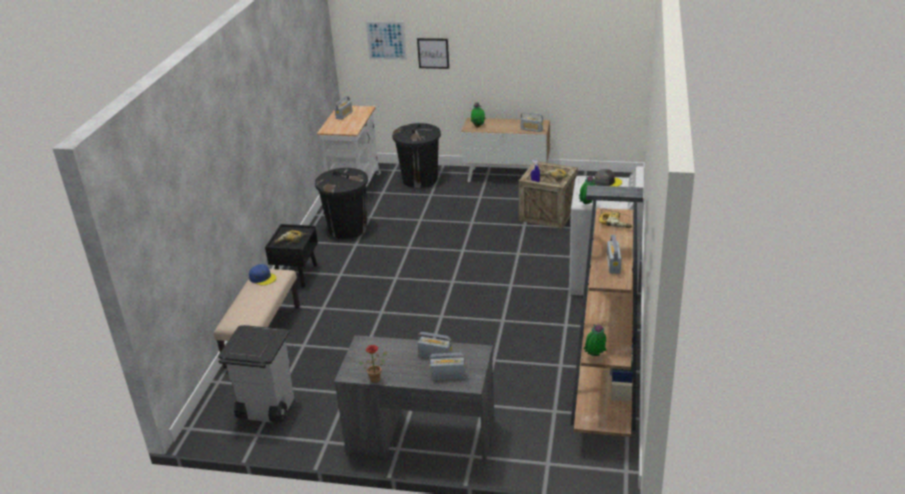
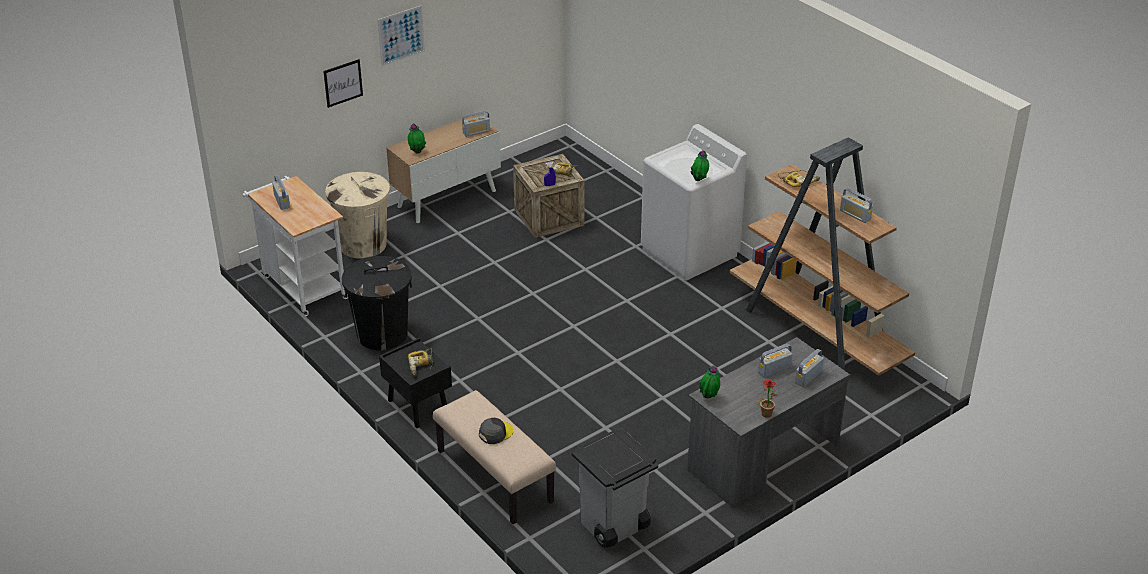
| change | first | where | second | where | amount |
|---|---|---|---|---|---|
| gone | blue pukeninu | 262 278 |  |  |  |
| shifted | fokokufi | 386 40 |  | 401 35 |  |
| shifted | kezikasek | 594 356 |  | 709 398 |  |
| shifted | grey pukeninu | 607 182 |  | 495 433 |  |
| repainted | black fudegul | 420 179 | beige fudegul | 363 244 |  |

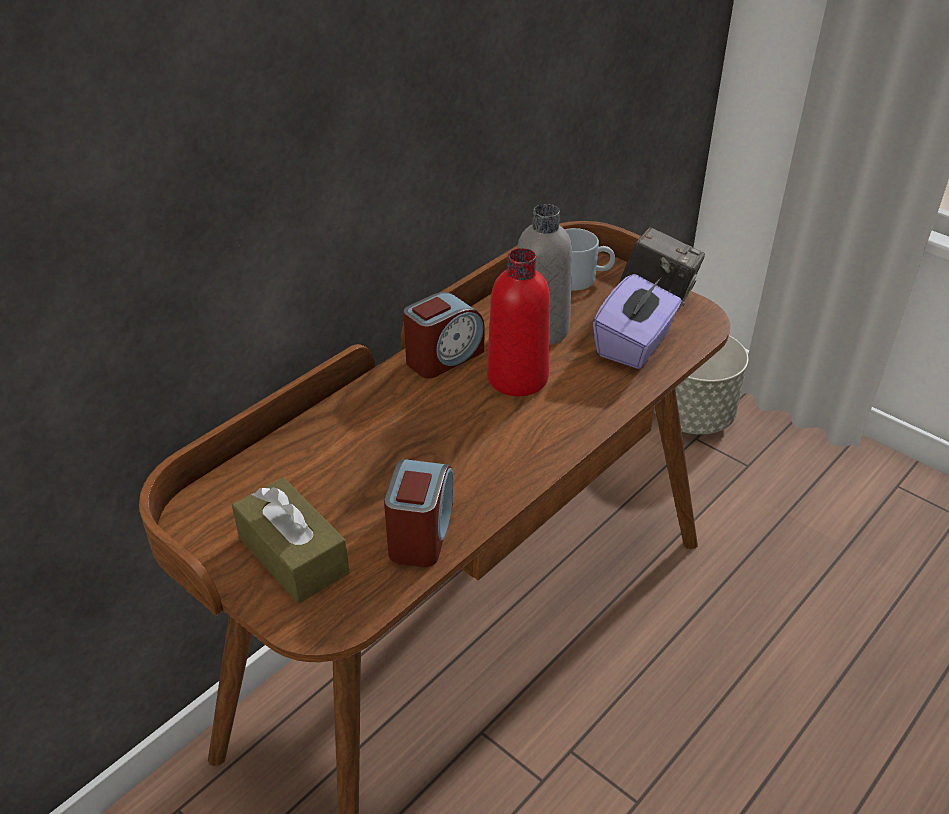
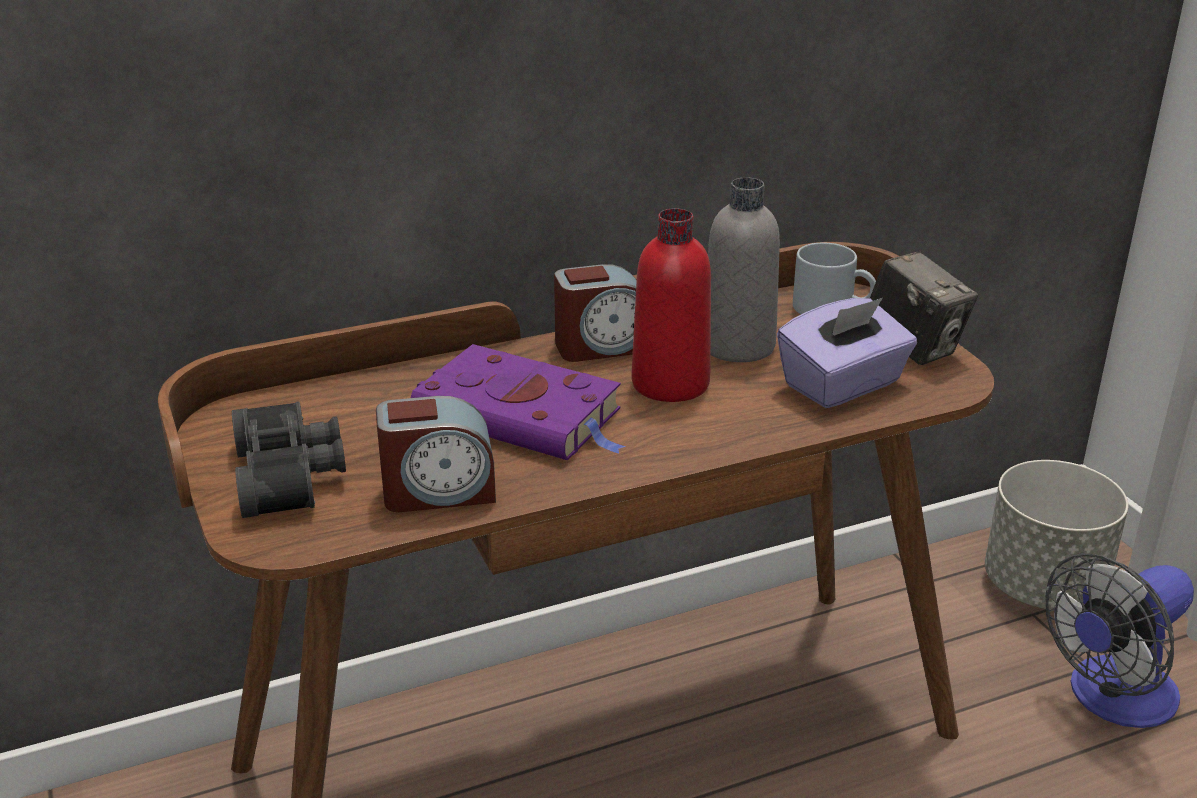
| change | first | where | second | where | amount |
|---|---|---|---|---|---|
| new |  |  | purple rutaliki | 523 415 |  |
| new |  |  | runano | 1111 699 |  |
| swapped | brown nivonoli | 293 555 | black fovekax | 292 475 |  |
| rotated | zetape | 421 532 |  | 438 492 | 45 degrees clockwise |

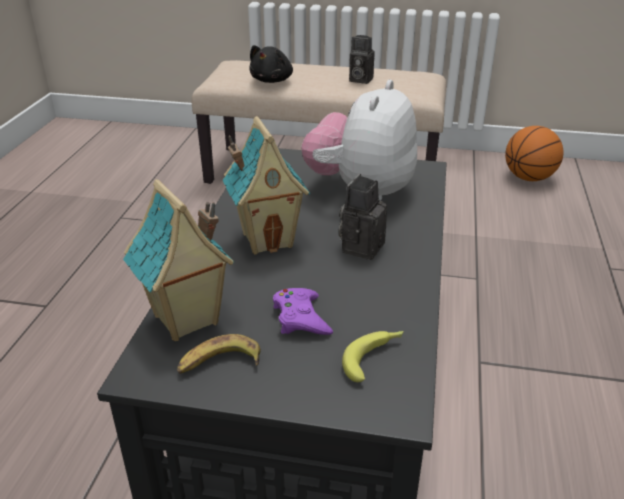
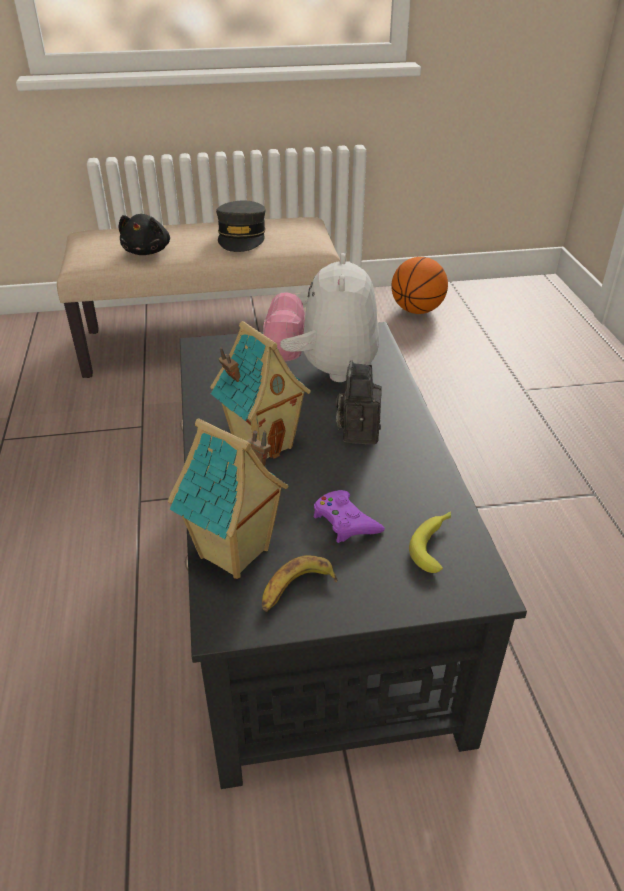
| change | first | where | second | where | amount |
|---|---|---|---|---|---|
| swapped | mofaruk | 359 80 | grey pukeninu | 241 237 |  |

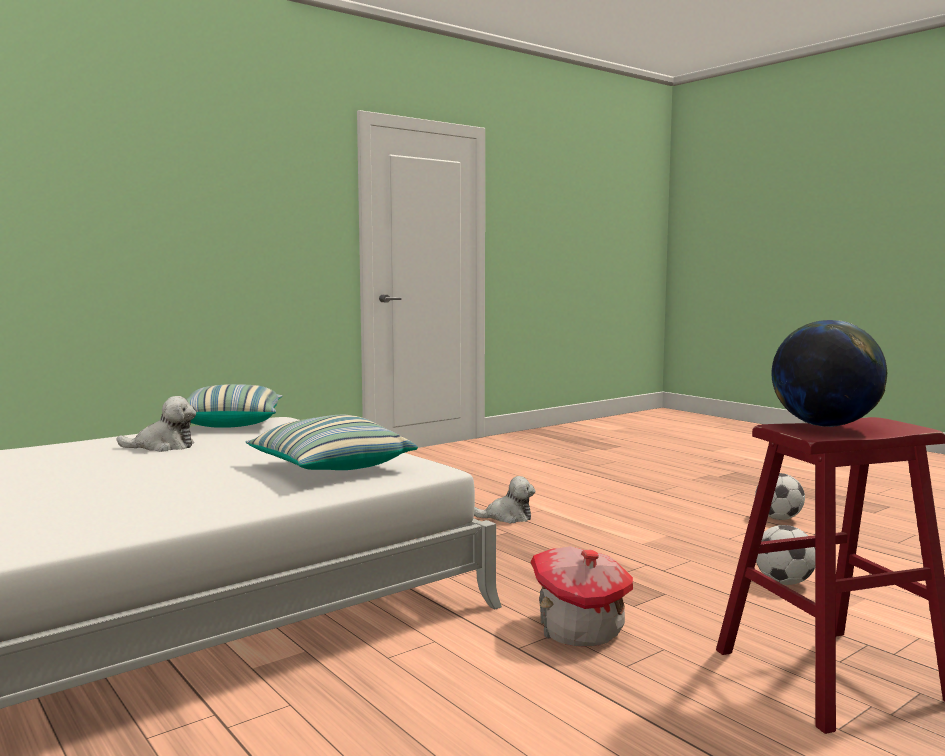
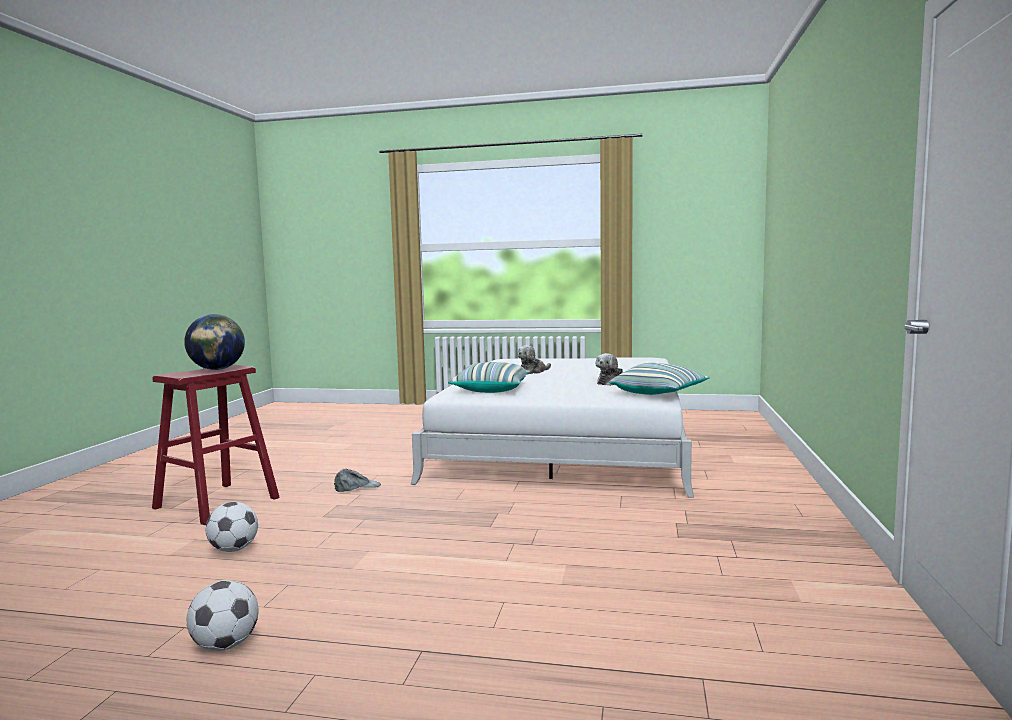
| change | first | where | second | where | amount |
|---|---|---|---|---|---|
| shifted | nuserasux | 507 517 |  | 533 372 |  |
| swapped | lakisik | 579 630 | grey pukeninu | 357 487 |  |

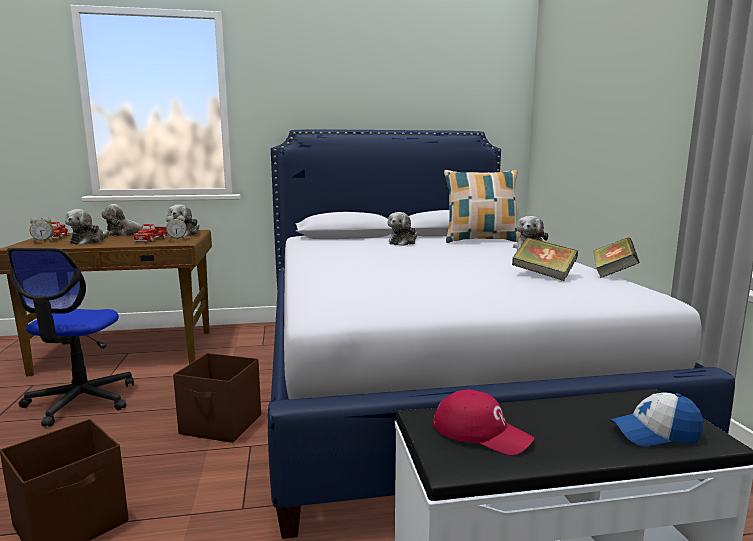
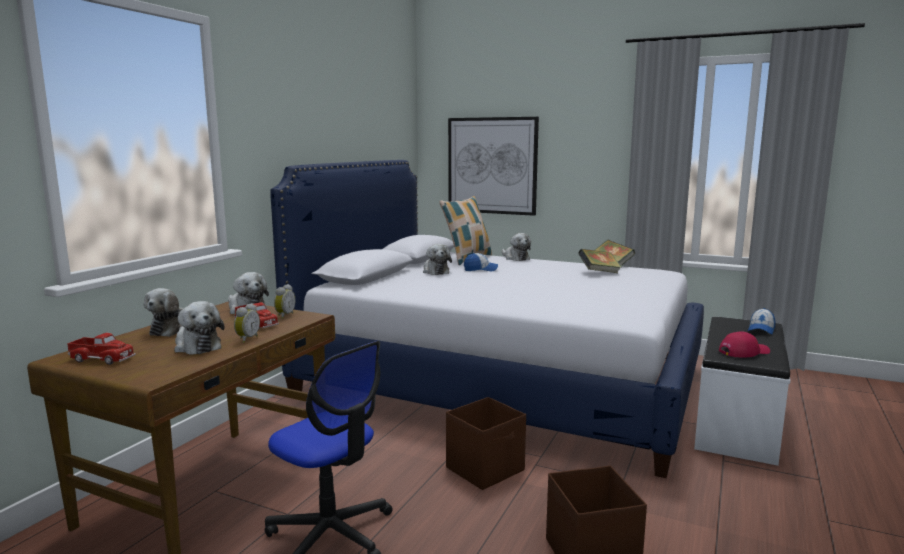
| change | first | where | second | where | amount |
|---|---|---|---|---|---|
| new |  |  | fokokufi | 492 166 |  |
| new |  |  | pukeninu | 480 269 |  |
| shifted | zetape | 44 242 |  | 246 339 |  |

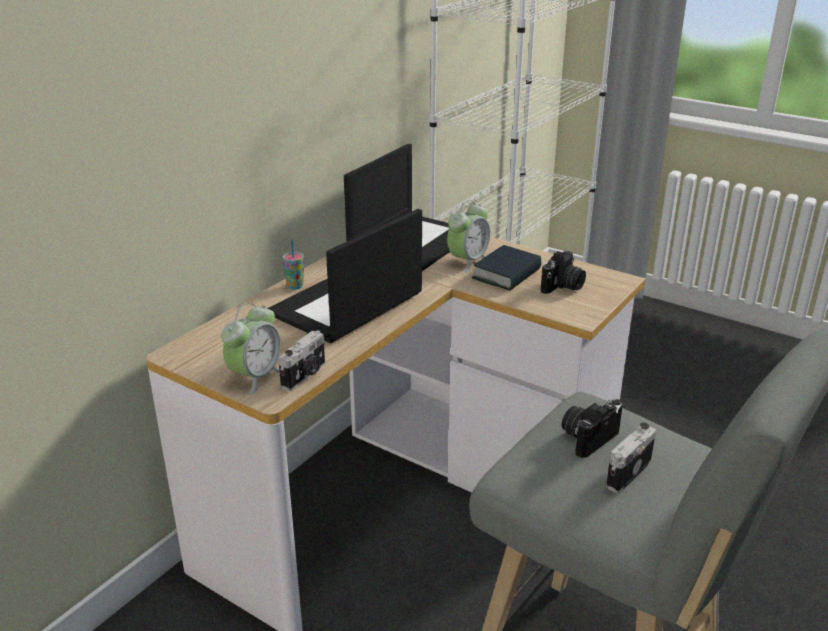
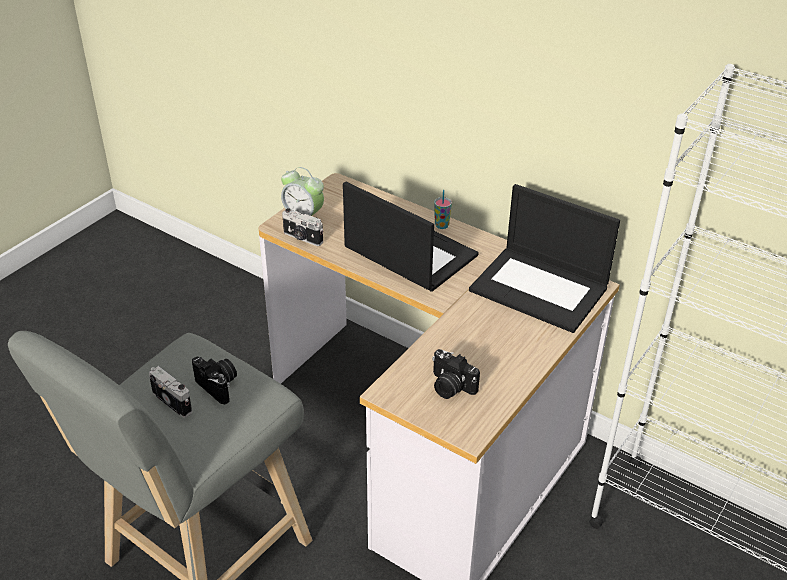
| change | first | where | second | where | amount |
|---|---|---|---|---|---|
| gone | zetape | 468 261 |  |  |  |
| gone | rutaliki | 507 274 |  |  |  |

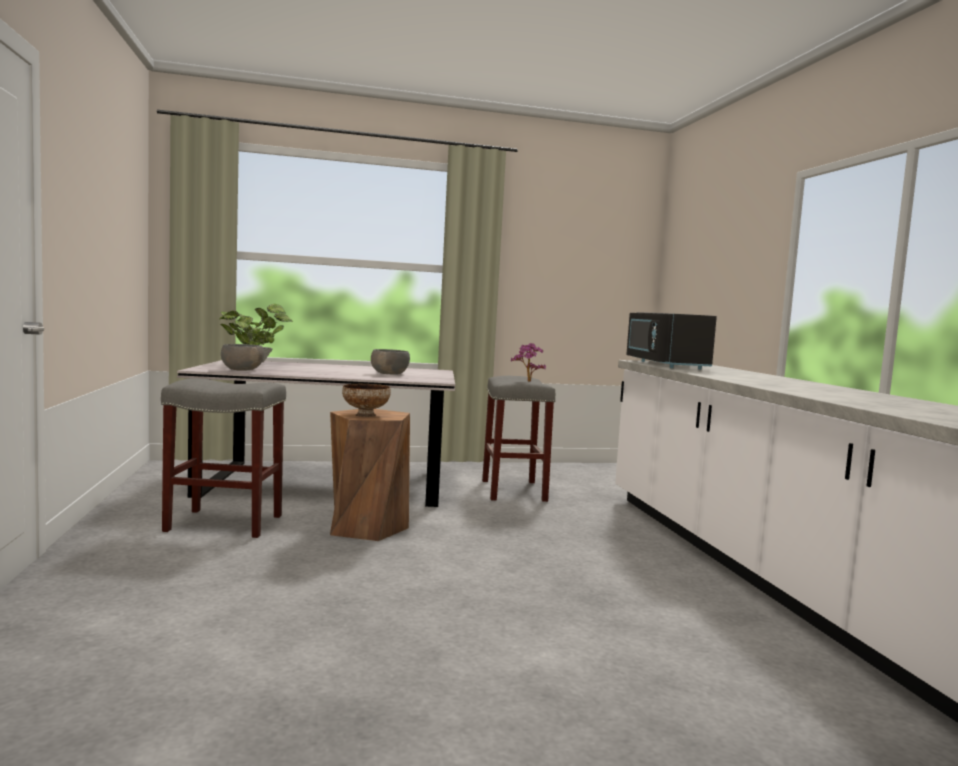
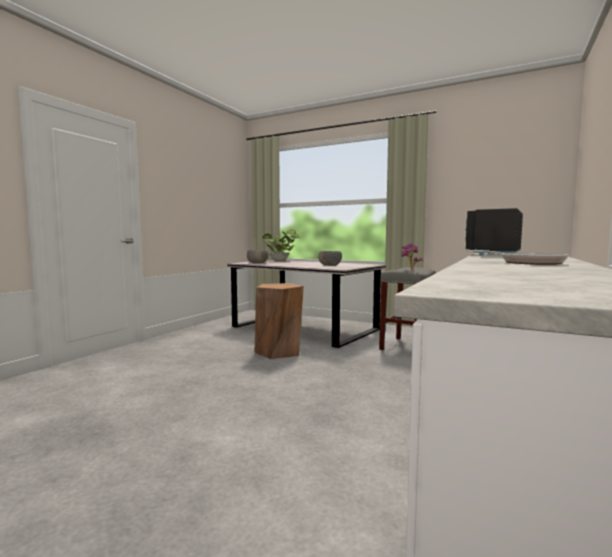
| change | first | where | second | where | amount |
|---|---|---|---|---|---|
| gone | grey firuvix | 222 523 |  |  |  |
| gone | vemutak | 366 415 |  |  |  |
| new |  |  | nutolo | 526 263 |  |

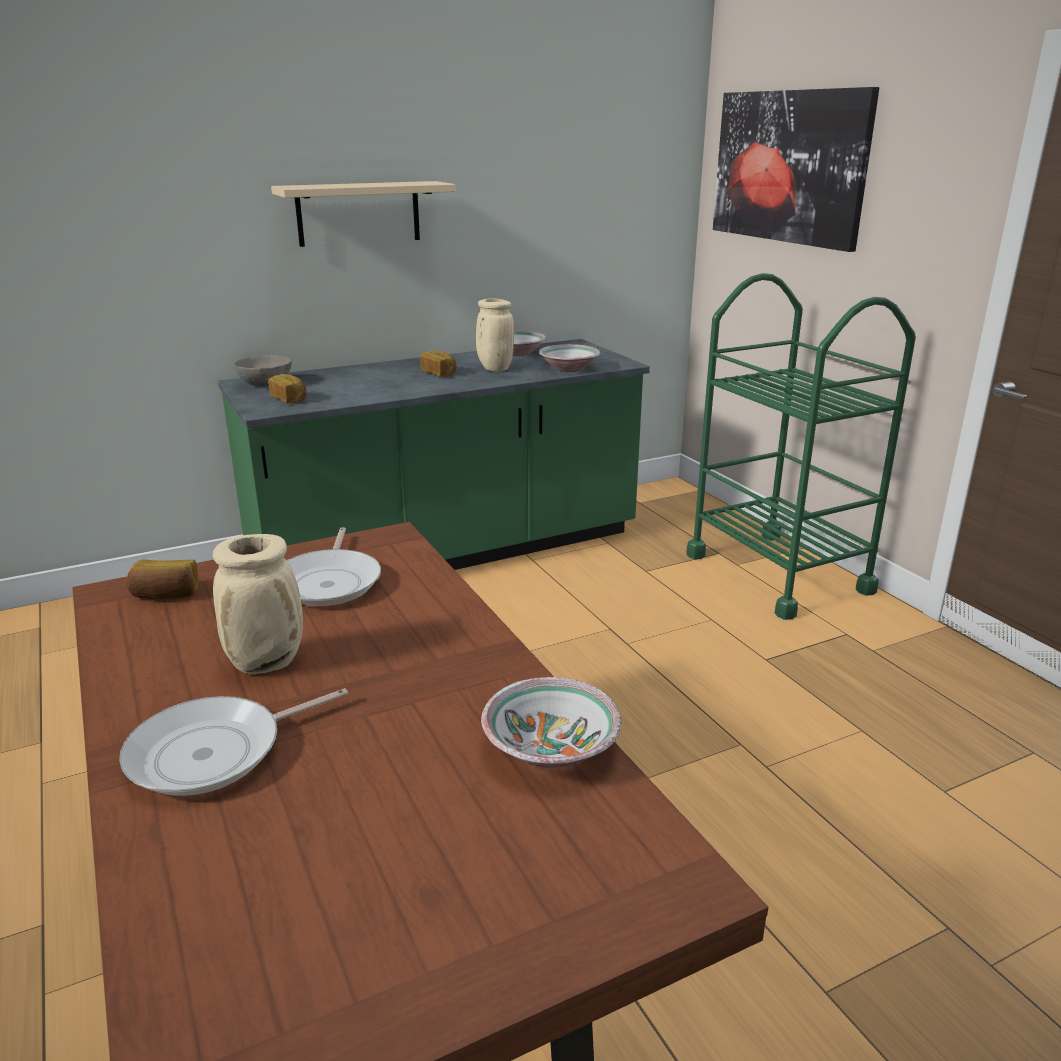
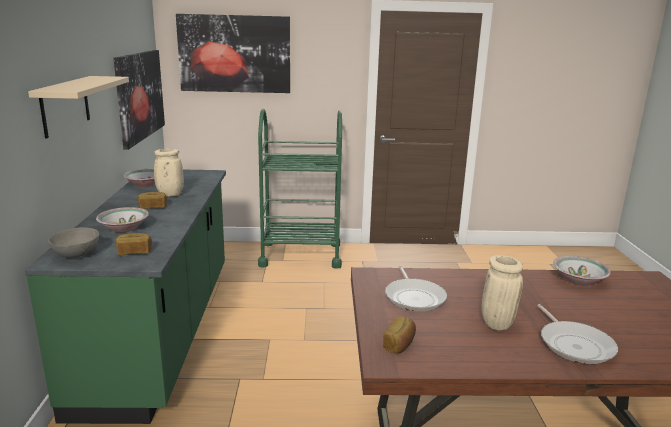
| change | first | where | second | where | amount |
|---|---|---|---|---|---|
| new |  |  | fokokufi | 139 95 |  |
| shifted | vemutak | 570 368 |  | 124 228 |  |
| rotated | nutolo | 329 582 |  | 414 297 | 60 degrees clockwise |

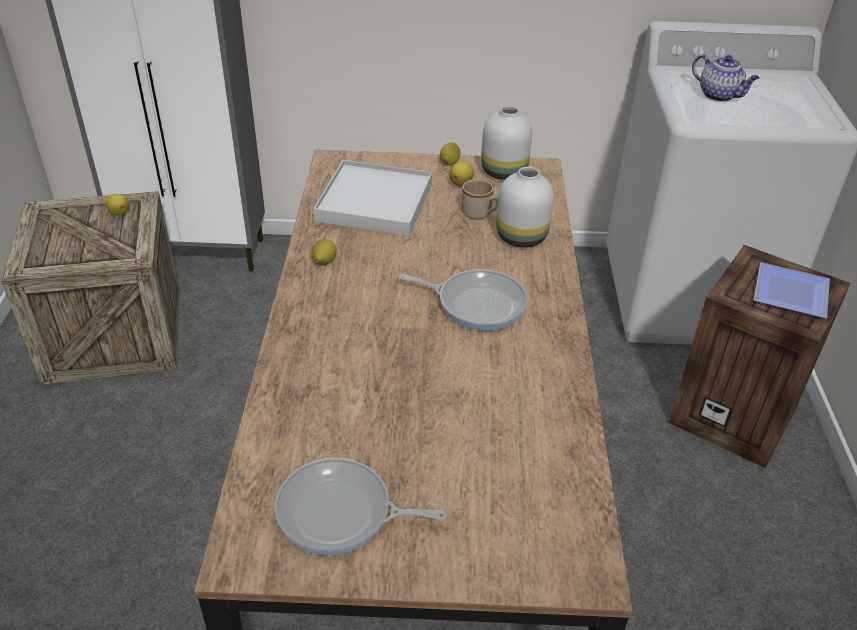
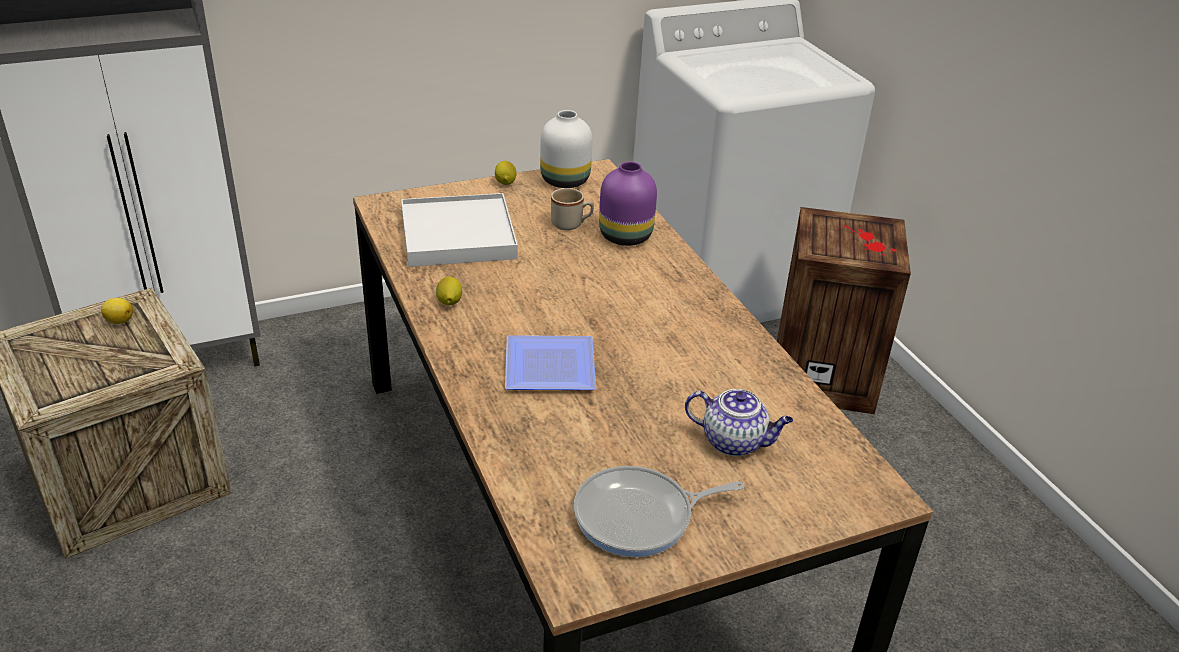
| change | first | where | second | where | amount |
|---|---|---|---|---|---|
| gone | nutolo | 476 303 |  |  |  |
| gone | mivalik | 461 183 |  |  |  |
| shifted | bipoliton | 719 95 |  | 735 442 |  |
| shifted | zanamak | 788 291 |  | 546 365 |  |
| repainted | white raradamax | 520 238 | purple raradamax | 624 237 |  |

